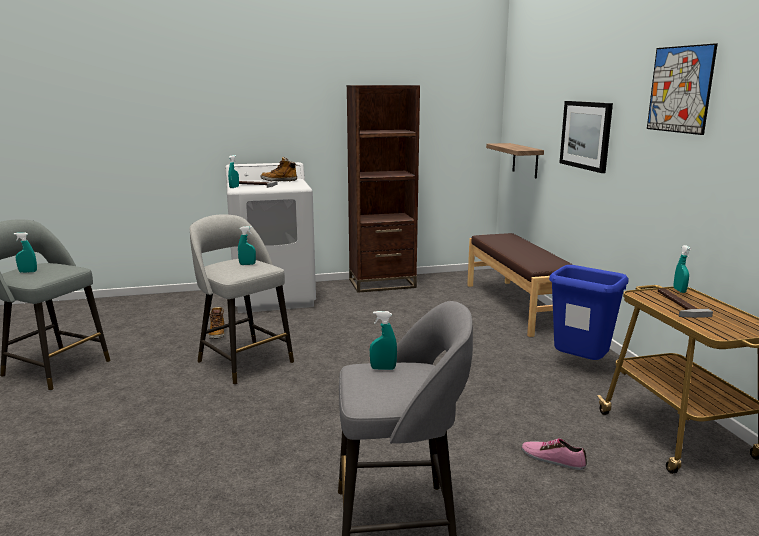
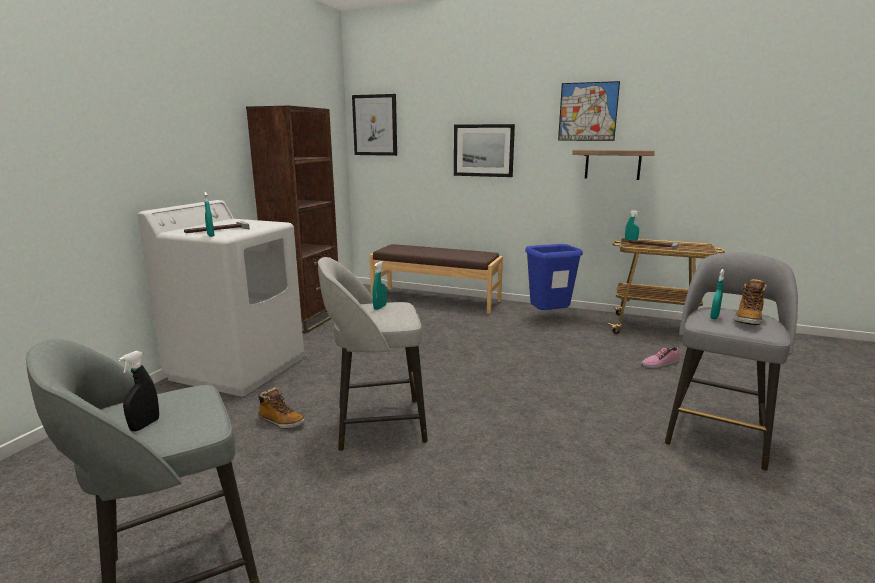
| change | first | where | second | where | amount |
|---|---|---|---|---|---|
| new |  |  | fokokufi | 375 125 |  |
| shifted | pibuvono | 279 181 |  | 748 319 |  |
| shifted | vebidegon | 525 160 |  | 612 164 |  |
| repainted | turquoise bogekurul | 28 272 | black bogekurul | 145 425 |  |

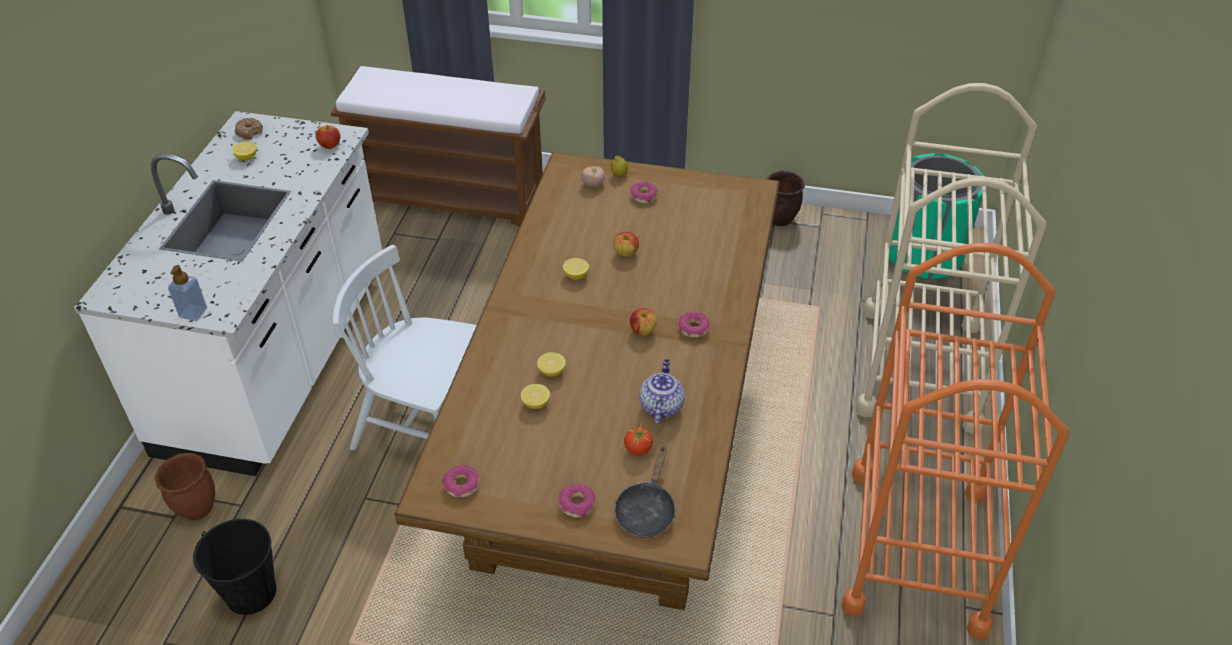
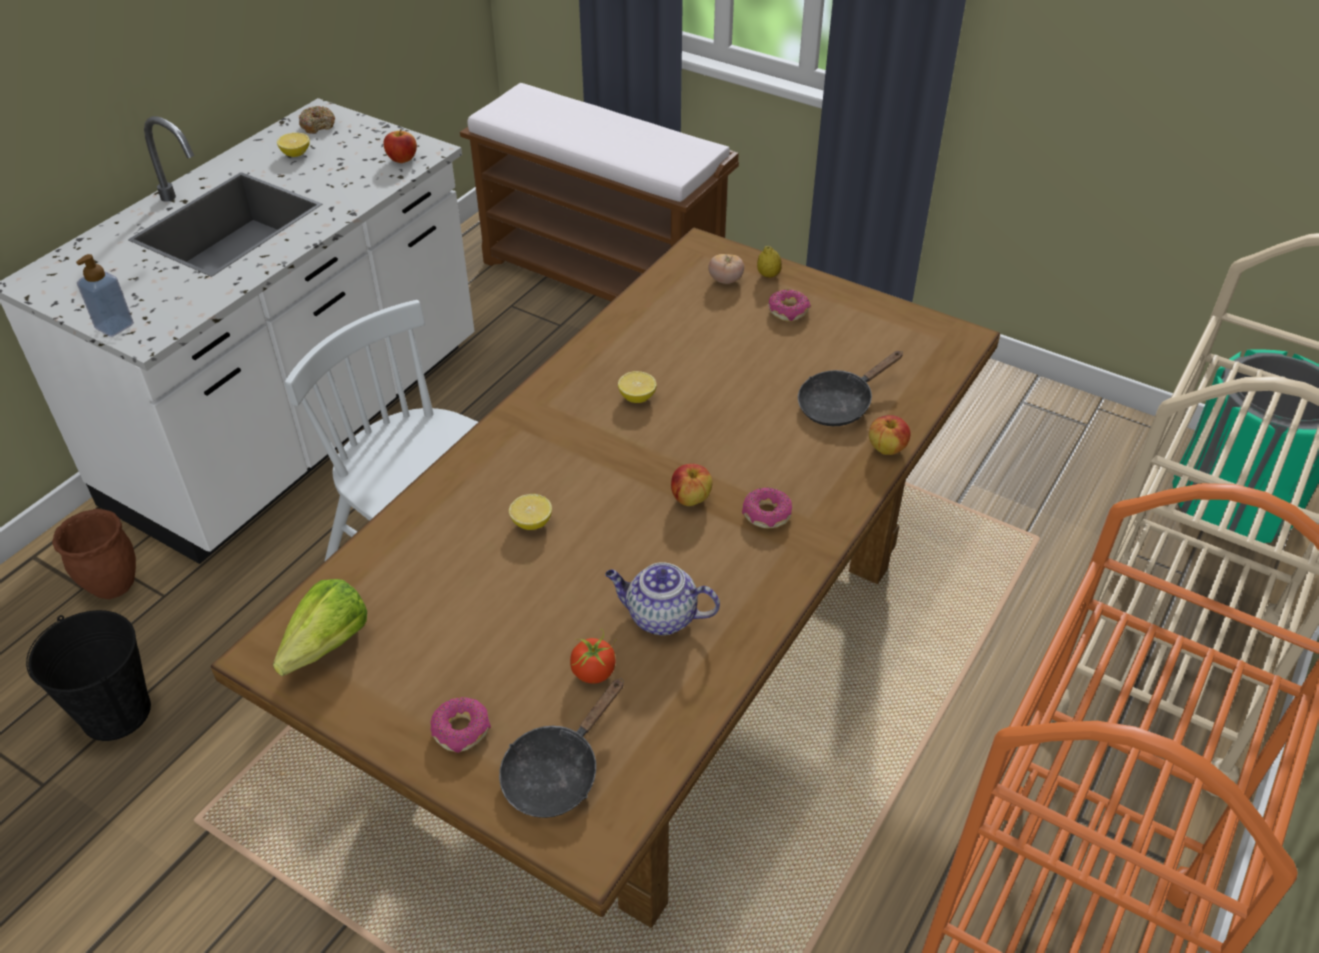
| change | first | where | second | where | amount |
|---|---|---|---|---|---|
| gone | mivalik | 535 403 |  |  |  |
| gone | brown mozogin | 779 220 |  |  |  |
| new |  |  | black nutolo | 840 404 |  |
| shifted | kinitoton | 626 253 |  | 887 449 |  |
| swapped | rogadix | 461 485 | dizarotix | 320 651 |  |
| rotated | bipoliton | 660 406 |  | 660 617 | 105 degrees counterclockwise |

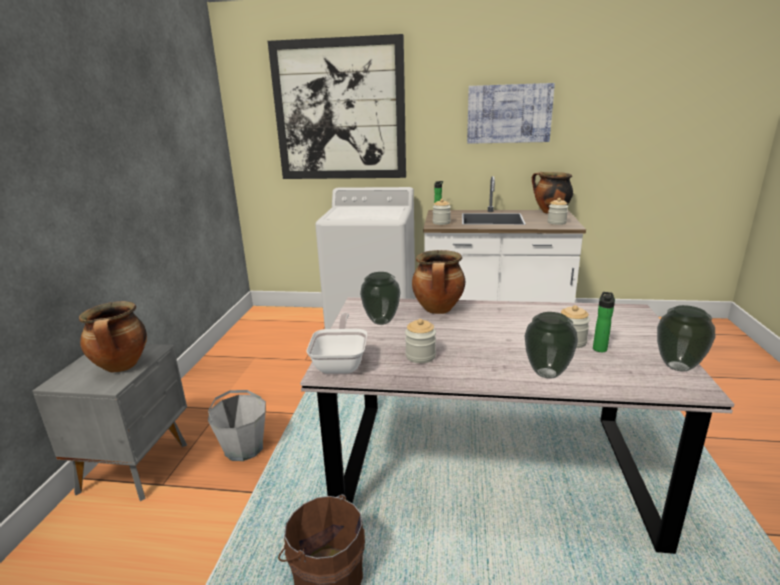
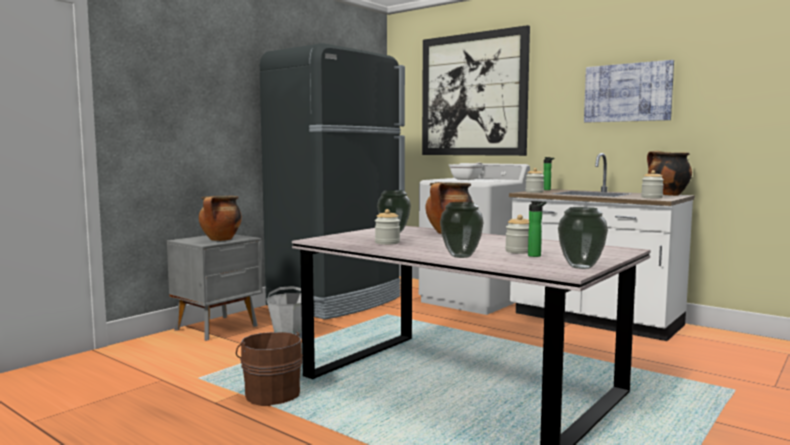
| change | first | where | second | where | amount |
|---|---|---|---|---|---|
| new |  |  | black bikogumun | 337 301 |  |
| shifted | nutolo | 341 362 |  | 468 179 |  |

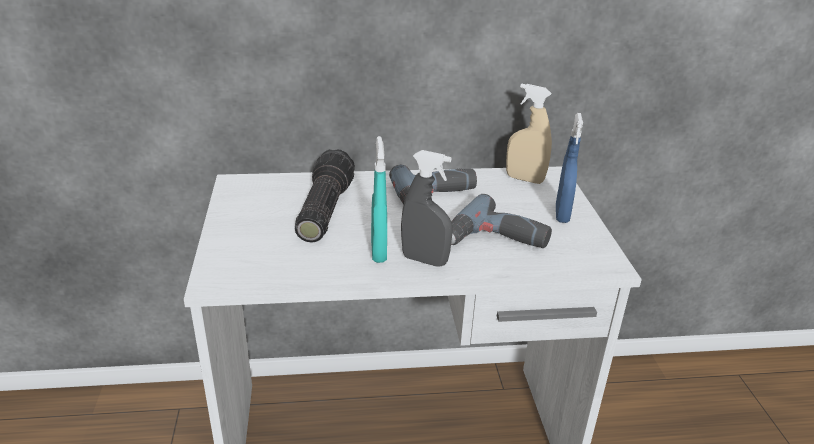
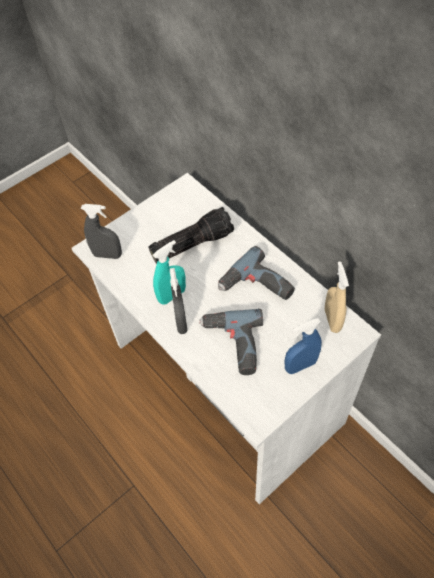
| change | first | where | second | where | amount |
|---|---|---|---|---|---|
| new |  |  | grey bogekurul | 107 255 |  |

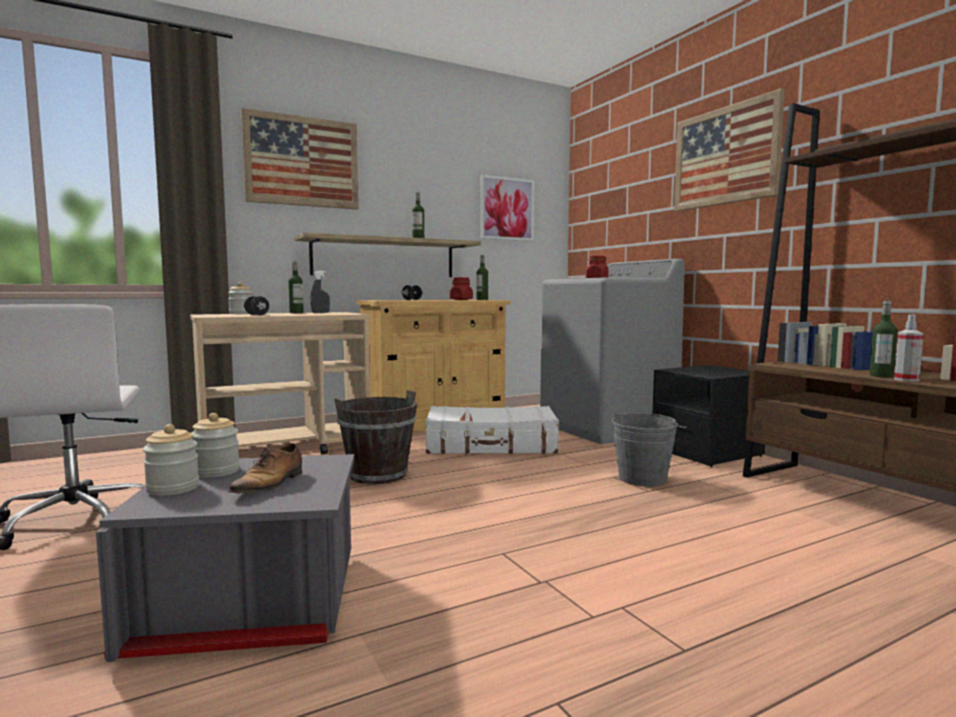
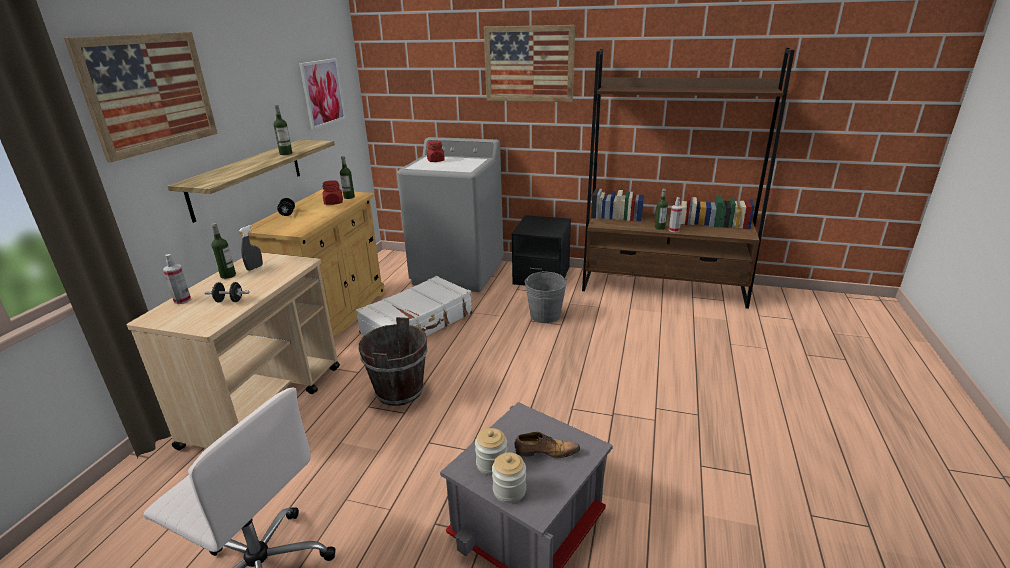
| change | first | where | second | where | amount |
|---|---|---|---|---|---|
| swapped | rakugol | 241 313 | bogekurul | 182 300 |  |
| rotated | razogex | 270 484 |  | 545 452 | 60 degrees counterclockwise |

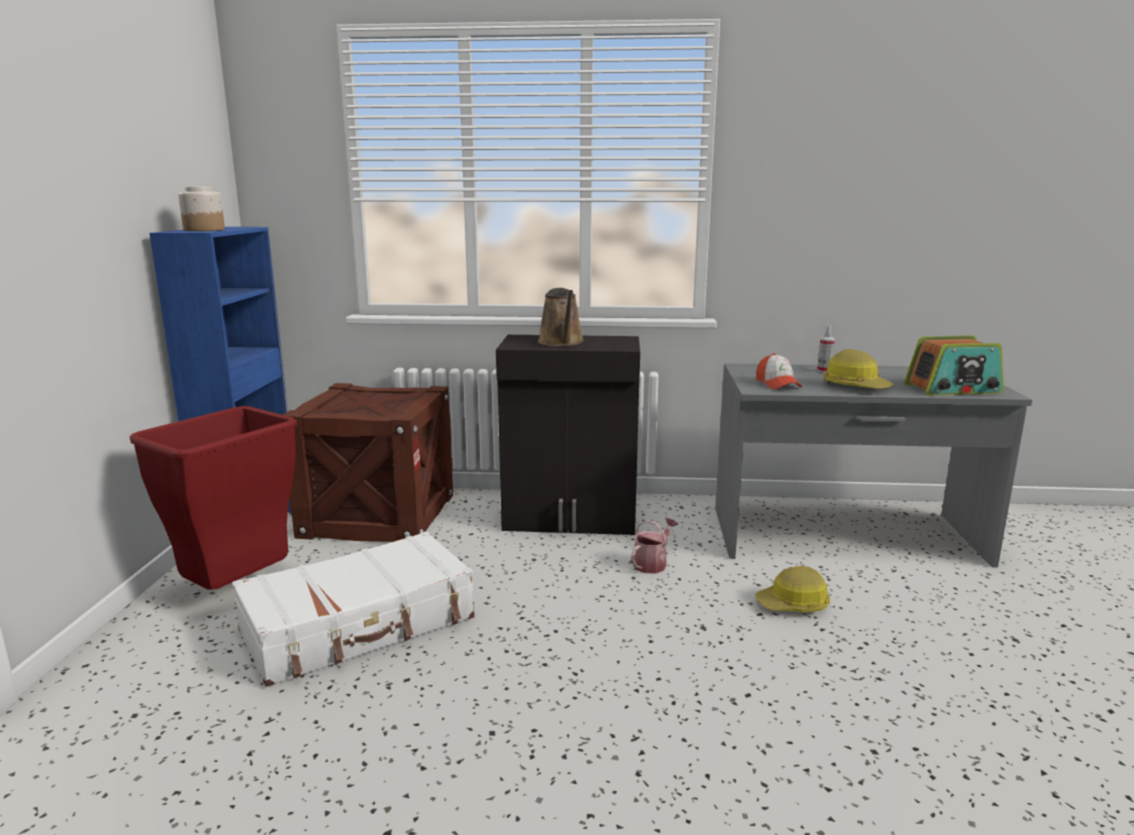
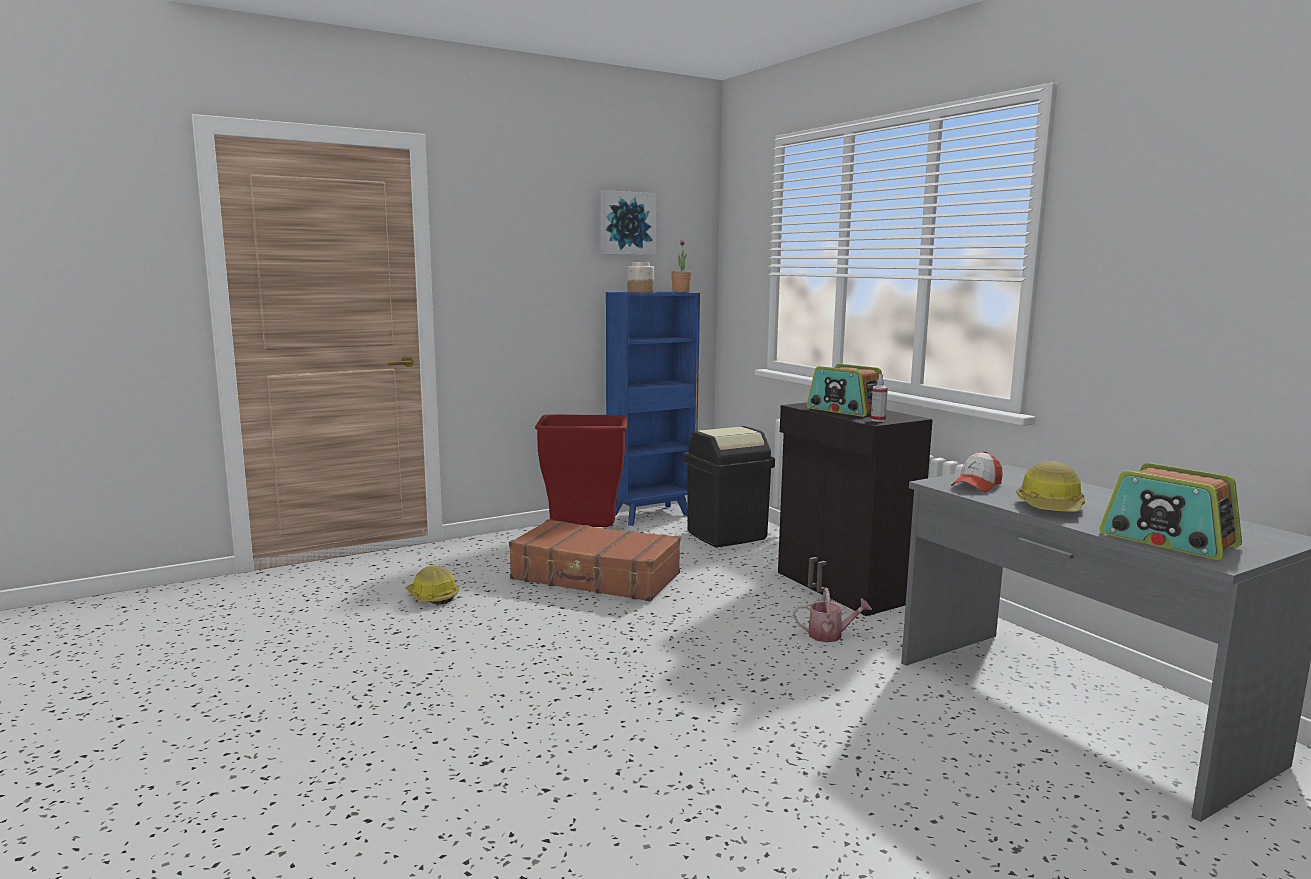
| change | first | where | second | where | amount |
|---|---|---|---|---|---|
| new |  |  | fokokufi | 626 223 |  |
| new |  |  | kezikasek | 681 292 |  |
| shifted | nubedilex | 793 605 |  | 432 597 |  |
| shifted | bogekurul | 824 371 |  | 878 420 |  |
| swapped | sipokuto | 378 515 | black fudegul | 726 535 |  |
| swapped | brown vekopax | 562 342 | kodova | 845 410 |  |
| repainted | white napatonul | 360 625 | brown napatonul | 595 577 |  |

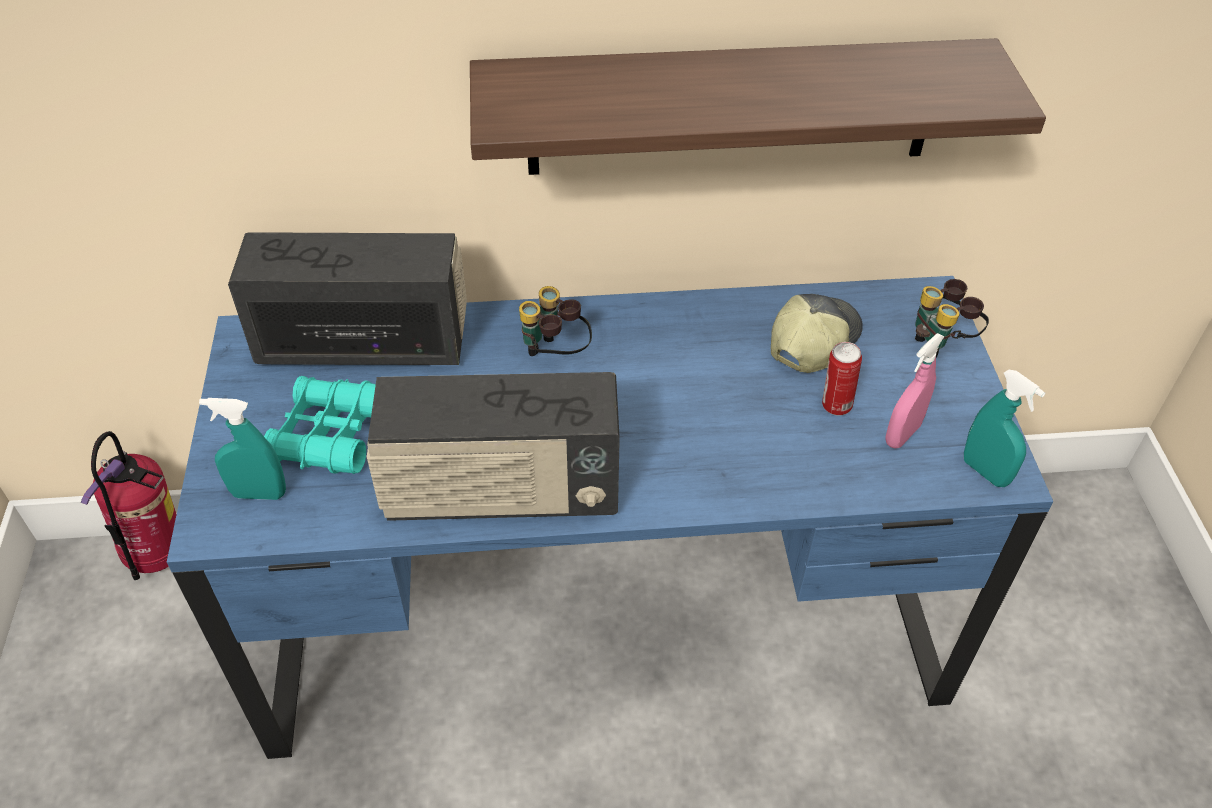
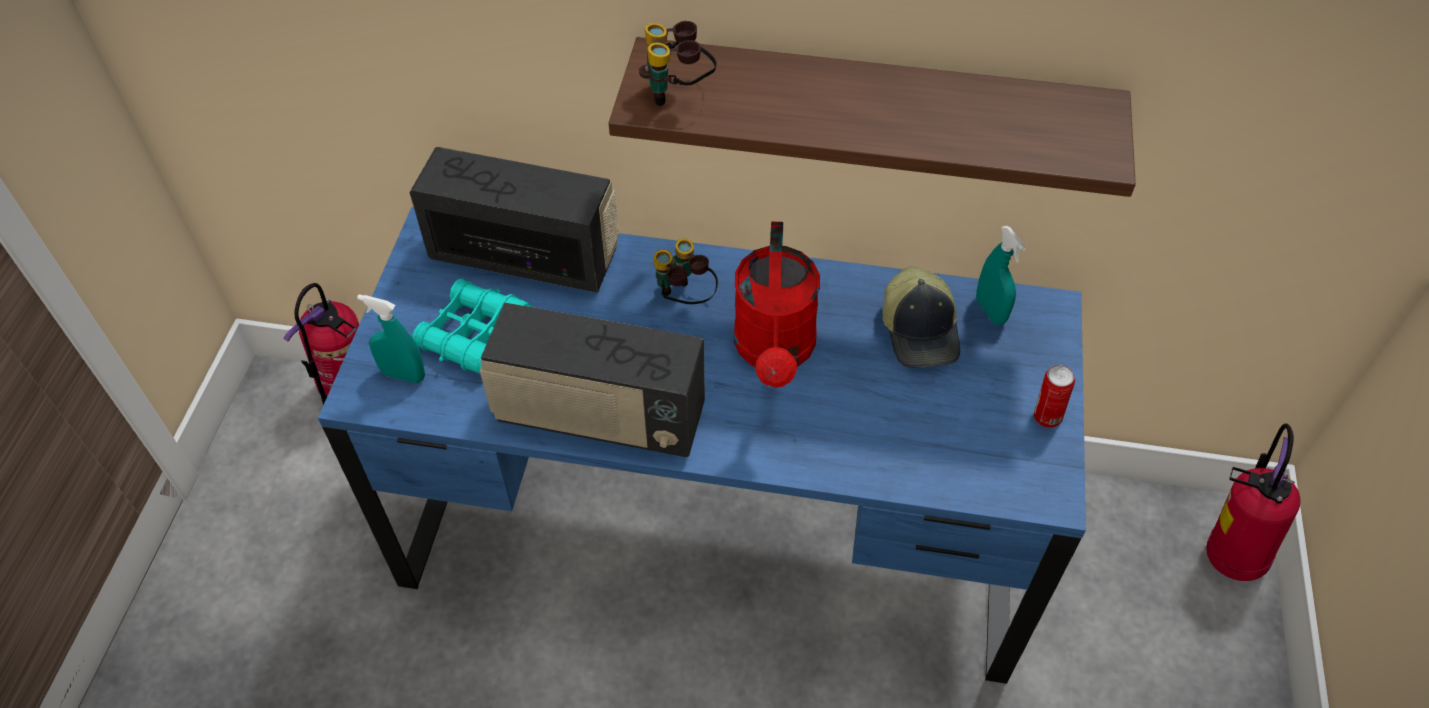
| change | first | where | second | where | amount |
|---|---|---|---|---|---|
| gone | pink bogekurul | 902 434 |  |  |  |
| new |  |  | red vekopax | 775 352 |  |
| new |  |  | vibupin | 1228 554 |  |
| shifted | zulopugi | 835 406 |  | 1045 417 |  |
| shifted | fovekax | 941 343 |  | 678 92 |  |
| shifted | turquoise bogekurul | 985 471 |  | 990 311 |  |
| rotated | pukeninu | 812 340 |  | 921 331 | 120 degrees clockwise |

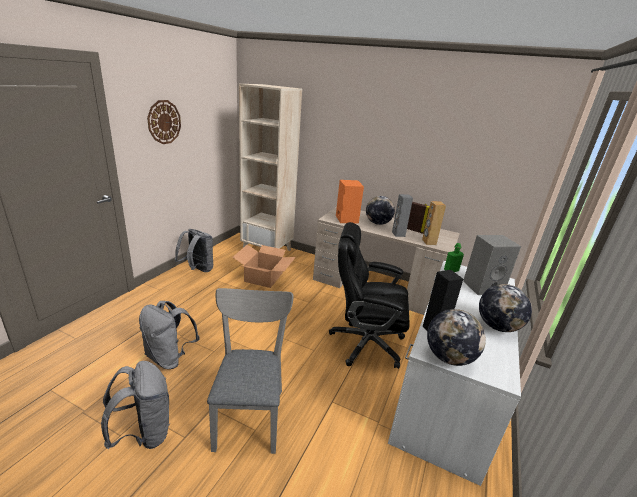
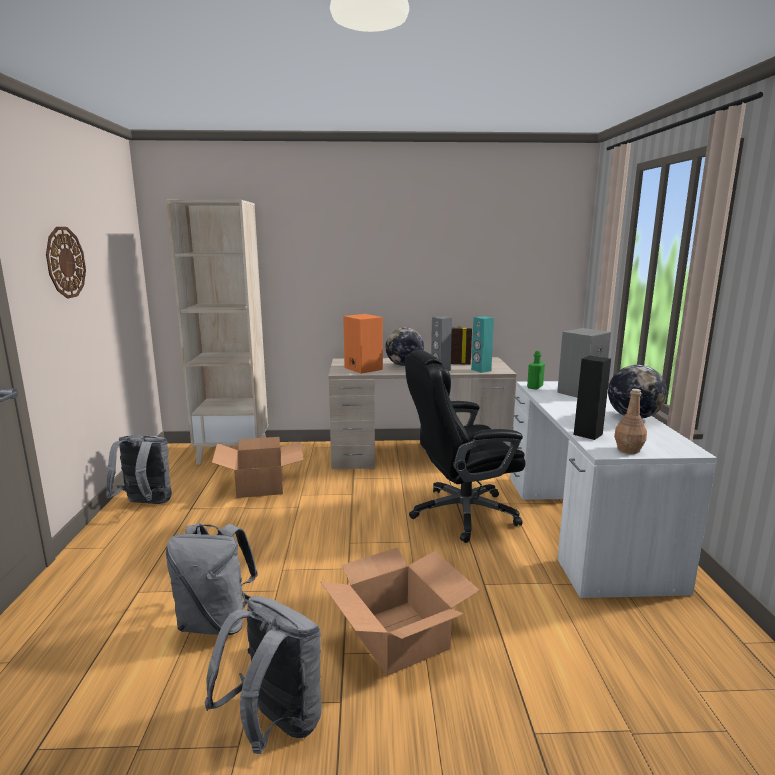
| change | first | where | second | where | amount |
|---|---|---|---|---|---|
| swapped | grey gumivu | 250 412 | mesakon | 399 636 |  |
| swapped | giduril | 449 357 | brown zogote | 628 450 |  |
| repainted | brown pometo | 428 242 | turquoise pometo | 481 370 |  |

